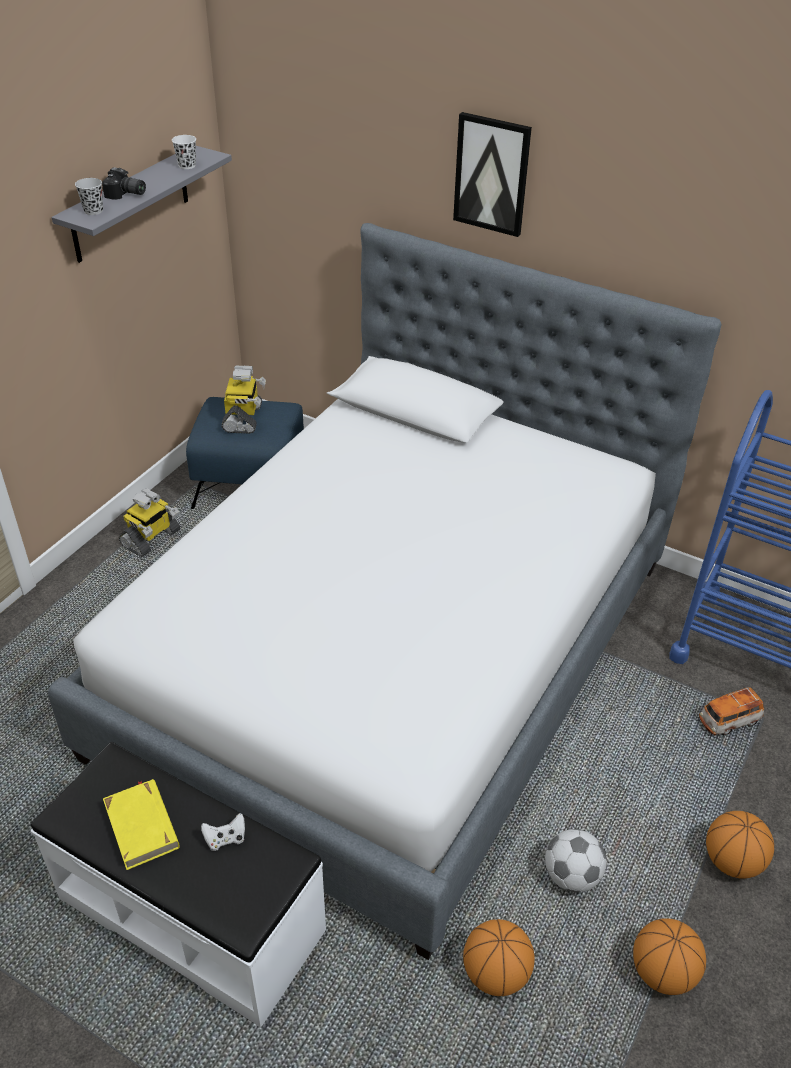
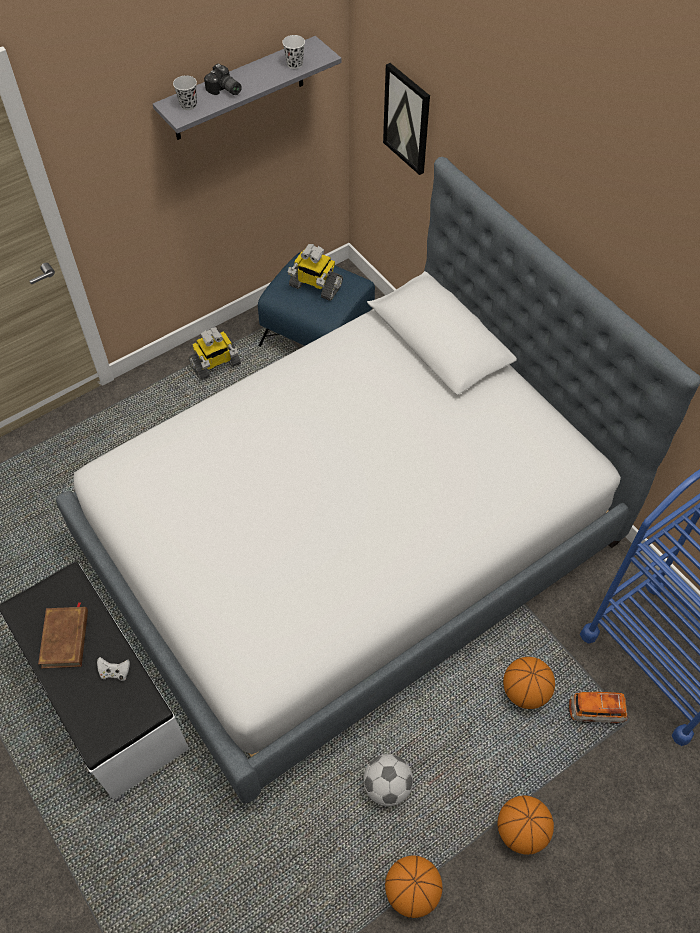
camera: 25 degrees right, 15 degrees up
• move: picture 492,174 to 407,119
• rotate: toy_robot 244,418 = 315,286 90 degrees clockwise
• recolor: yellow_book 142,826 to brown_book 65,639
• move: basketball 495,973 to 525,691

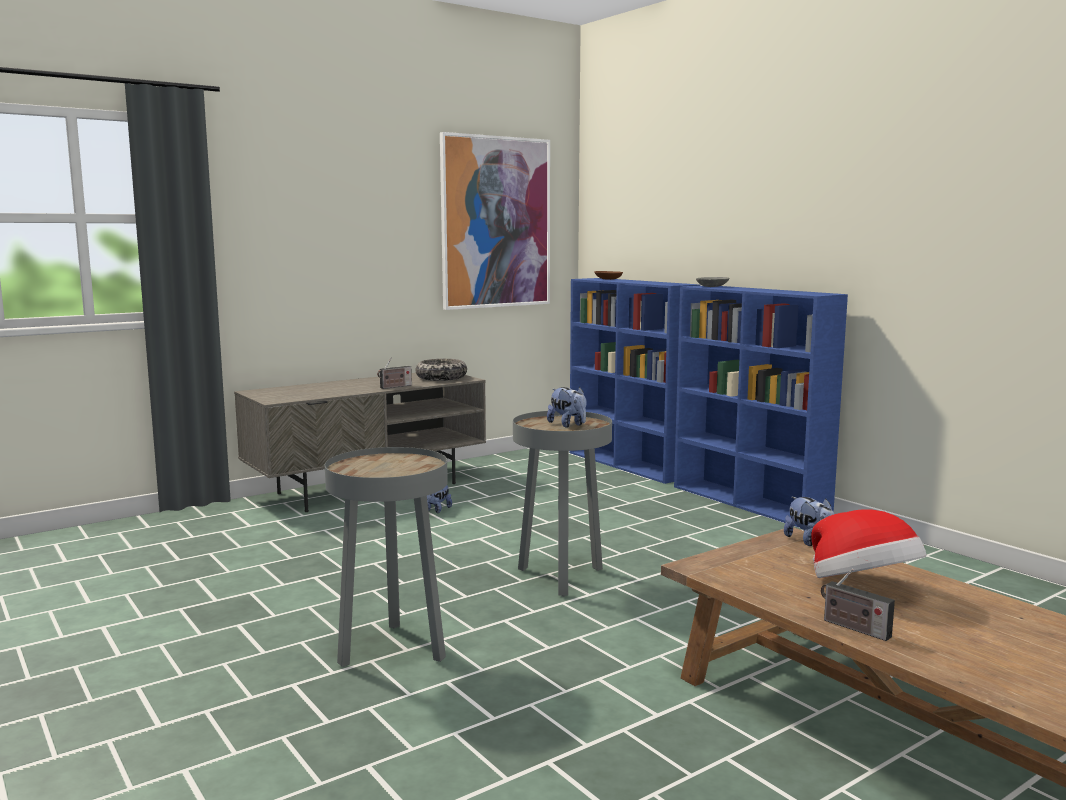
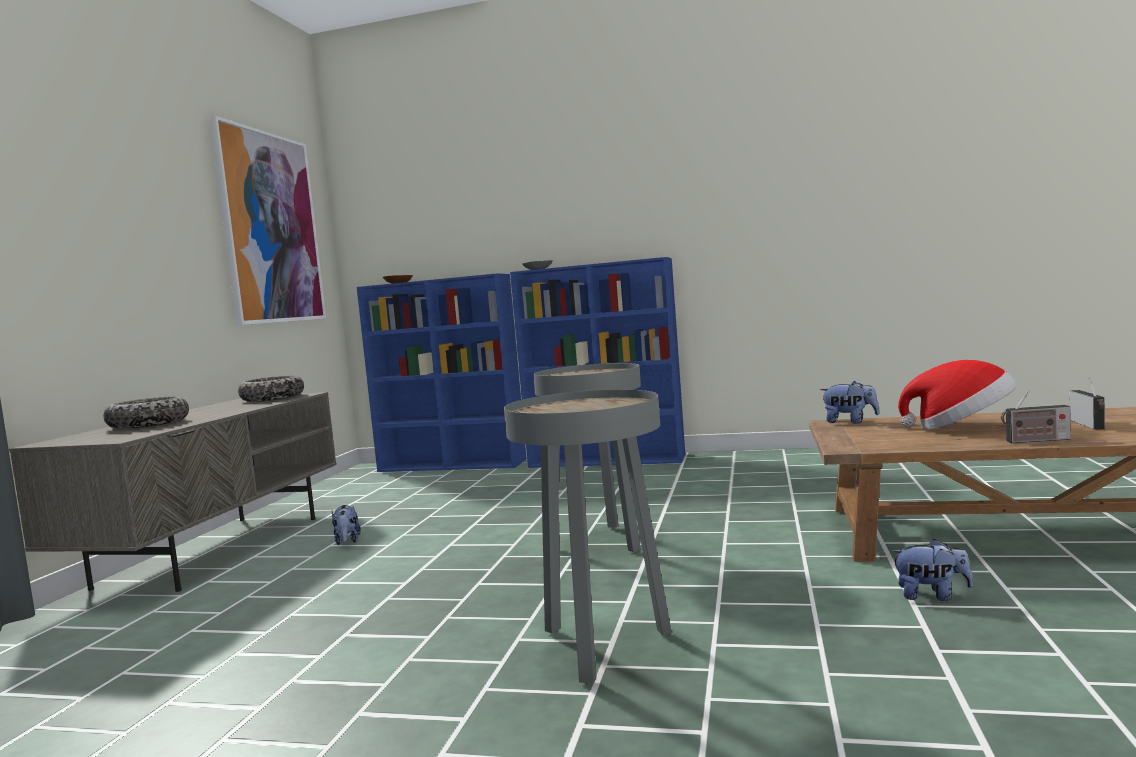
camera: 40 degrees left, 5 degrees down
• move: radio 394,387 to 1089,425
• move: plush_toy 568,425 to 932,595
• insert: bowl 148,424

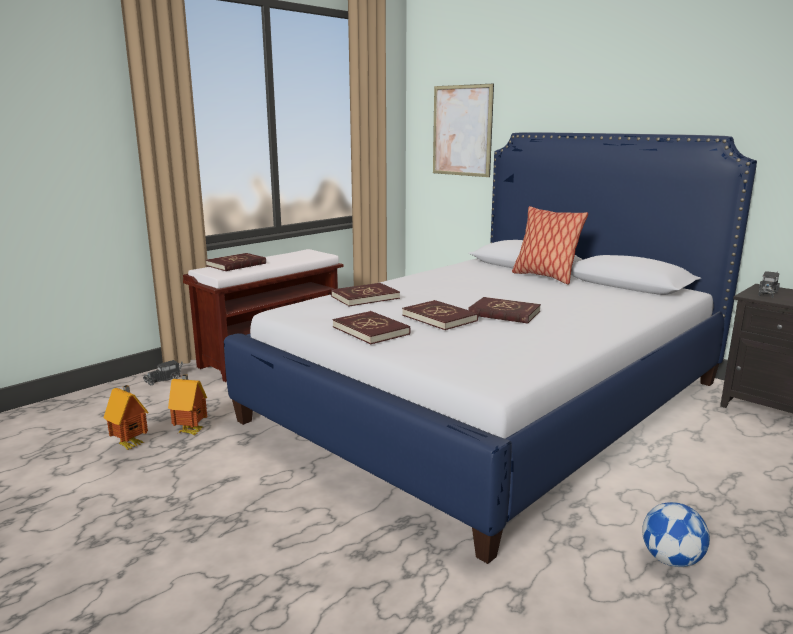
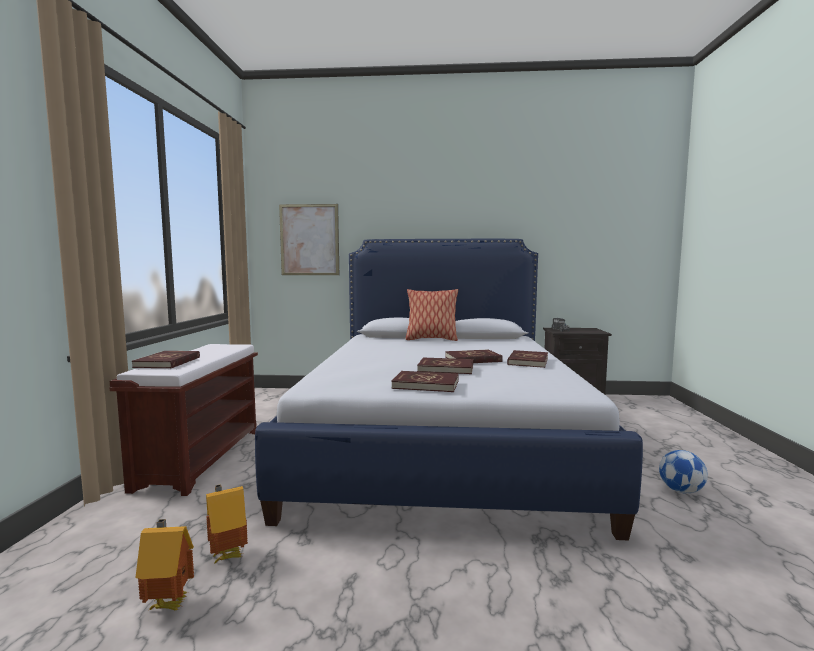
camera: 40 degrees left, 10 degrees down
• move: red_book 365,297 to 527,361
• delete: toy_truck 164,379

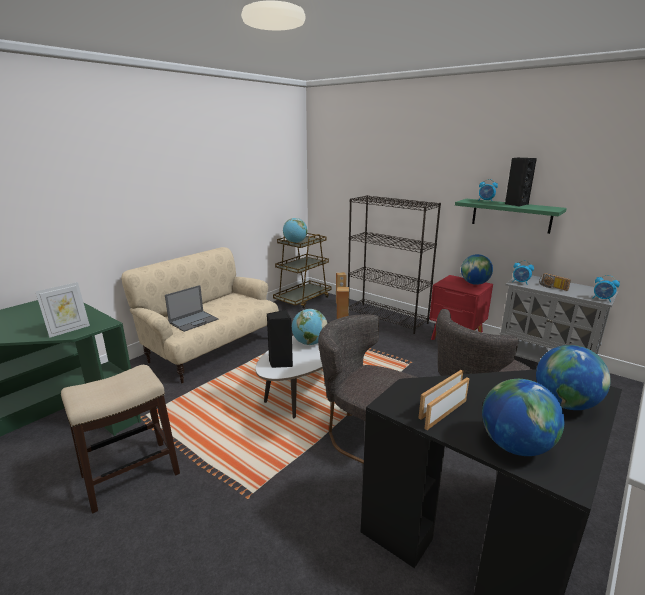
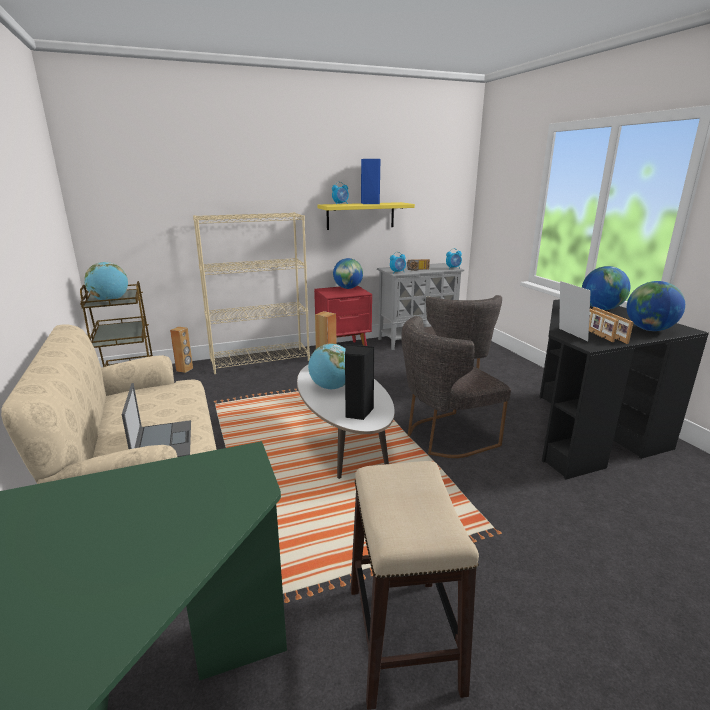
camera: 60 degrees left, 0 degrees up
• recolor: black_speaker 516,204 to blue_speaker 370,203
• recolor: black_bookcase 387,318 to beige_bookcase 260,360
• recolor: green_shelf 511,215 to yellow_shelf 360,216
• move: picture_frame 68,330 to 569,335

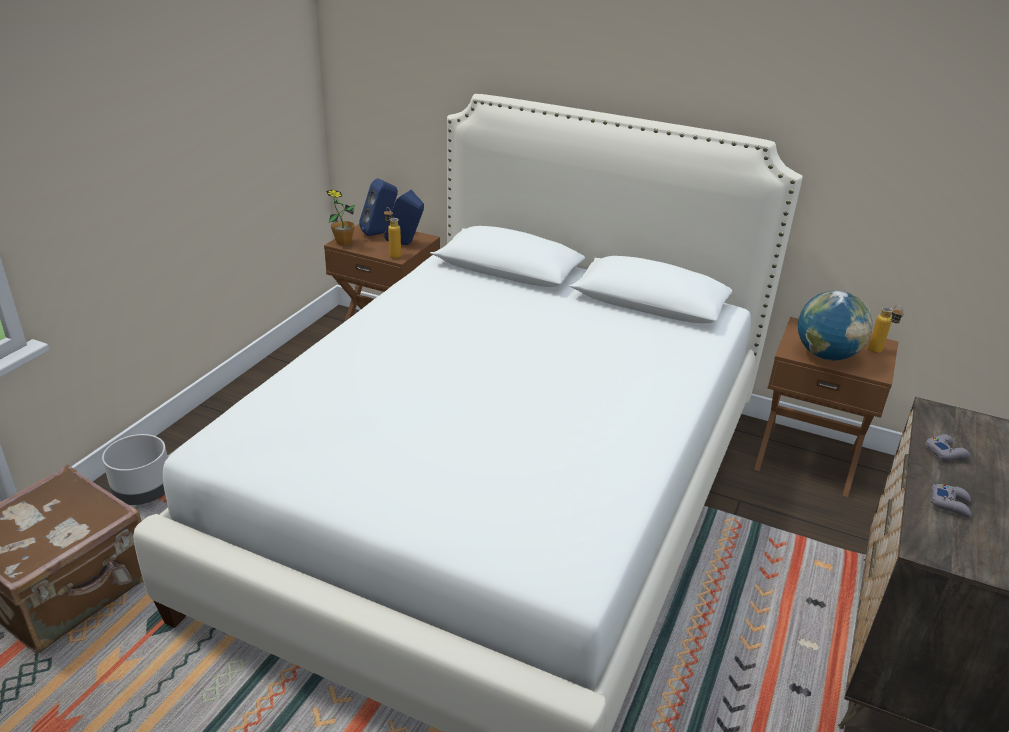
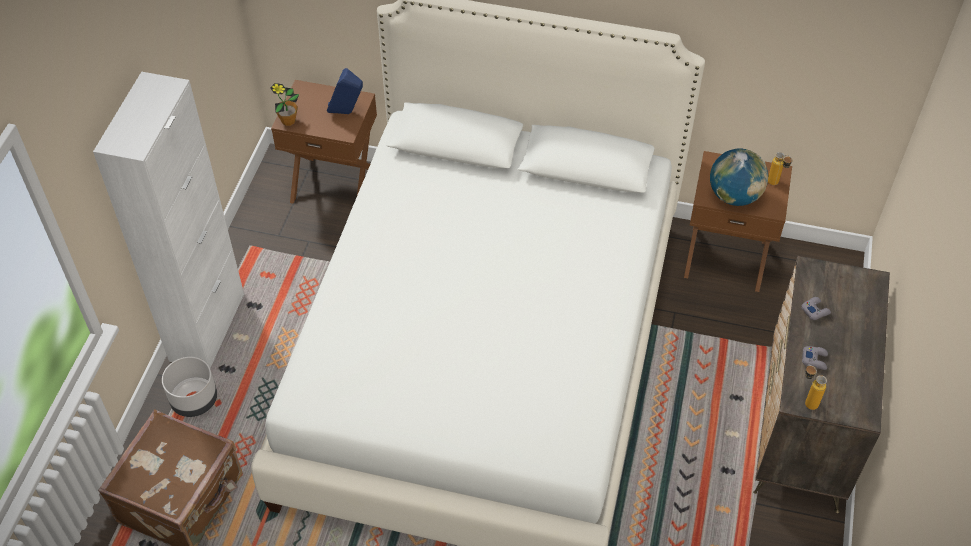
camera: 10 degrees left, 20 degrees up
• delete: blue_speaker 380,233
• move: bottle 392,254 to 806,401
• insert: white_cabinet 207,327

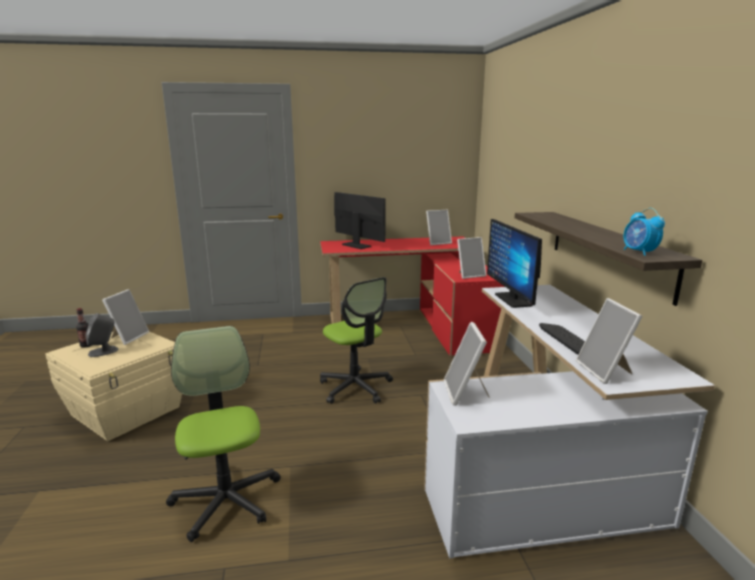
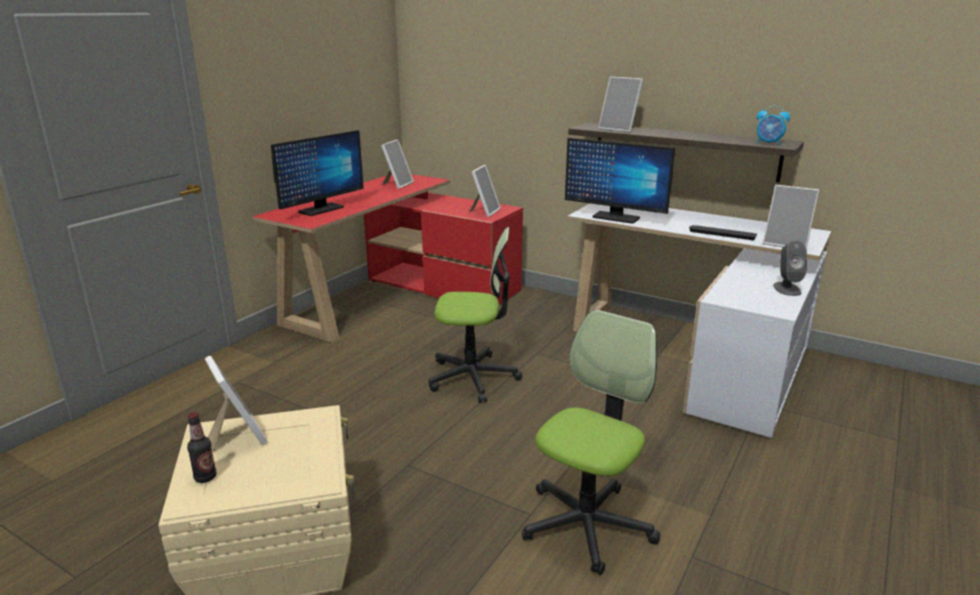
camera: 50 degrees left, 5 degrees up
• rotate: monitor 356,245 = 321,209 135 degrees clockwise
• move: grey_speaker 103,351 to 787,289
• move: picture_frame 465,393 to 619,129
• rotate: office_chair 226,500 = 587,524 105 degrees clockwise

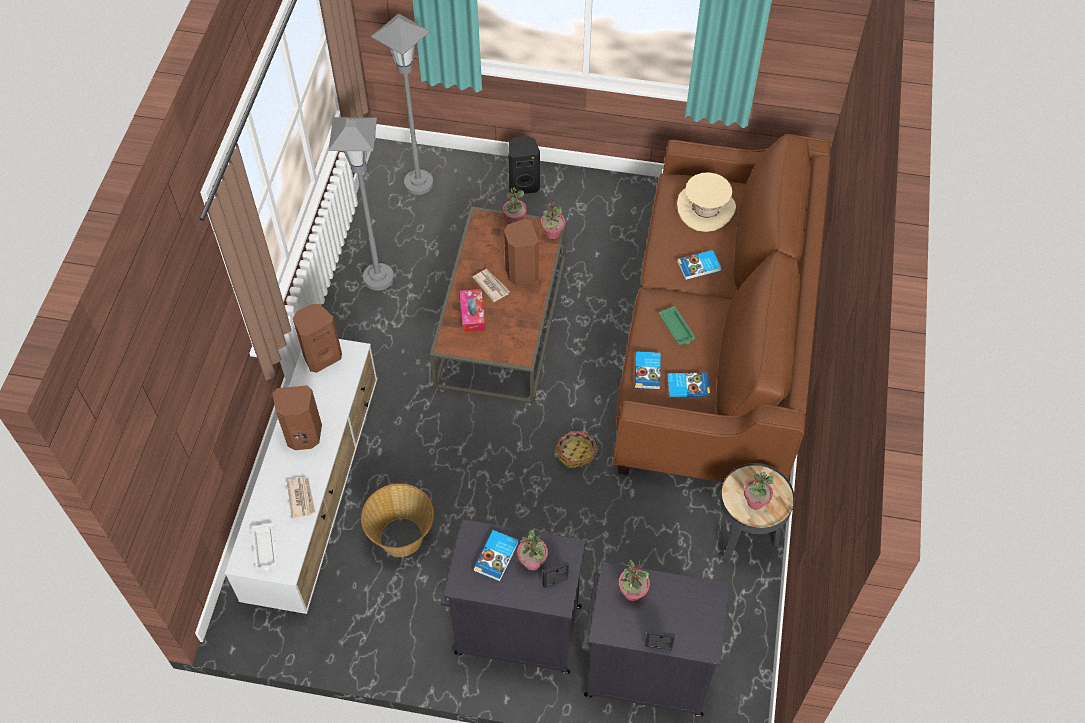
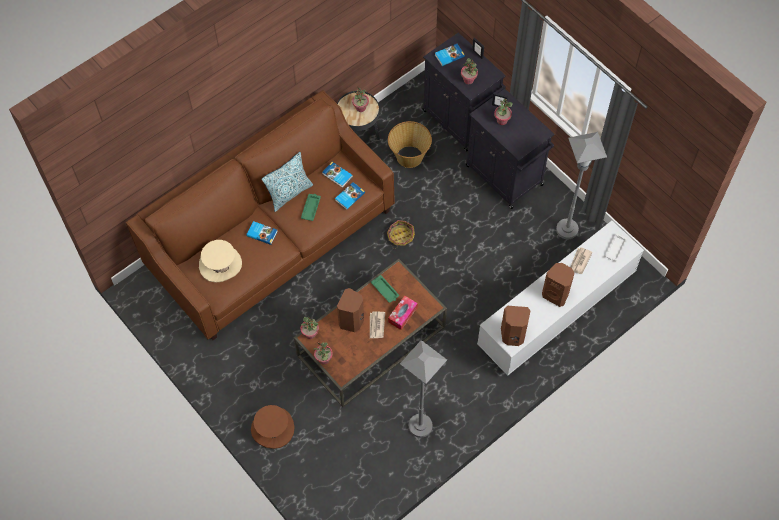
camera: 140 degrees left, 5 degrees up
• move: grey_floor_lamp 418,183 to 567,229
• replace: black_speaker 523,184 to brown_hat 272,428
• move: basket 402,537 to 409,156
• move: book 497,556 to 449,55
• insert: pillow 289,193
• insert: green_tray 385,290

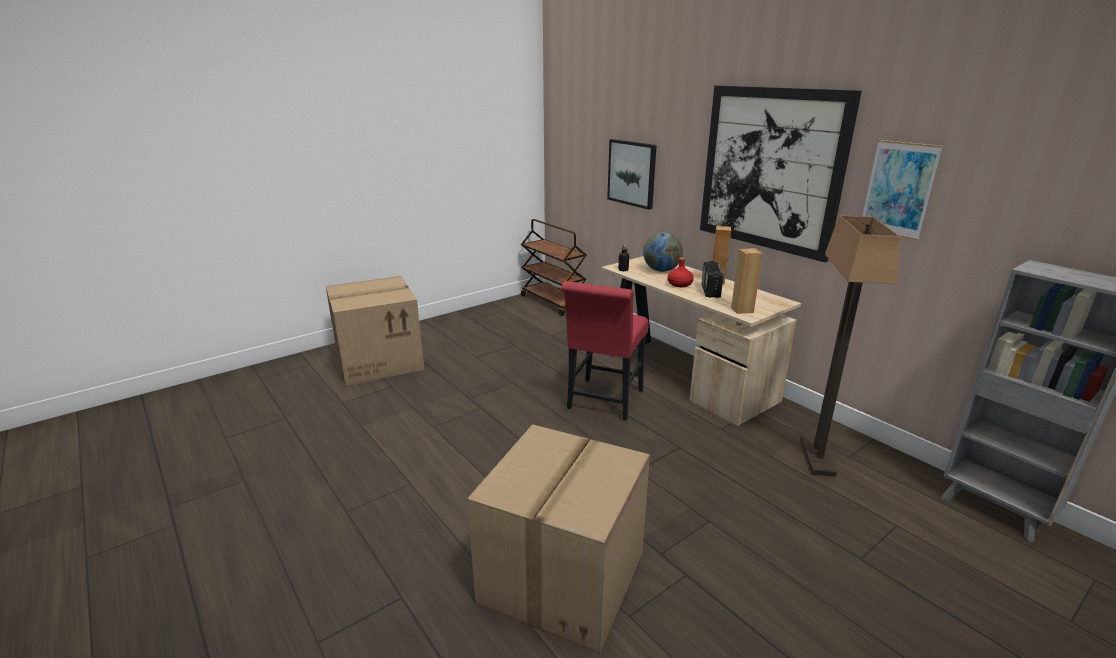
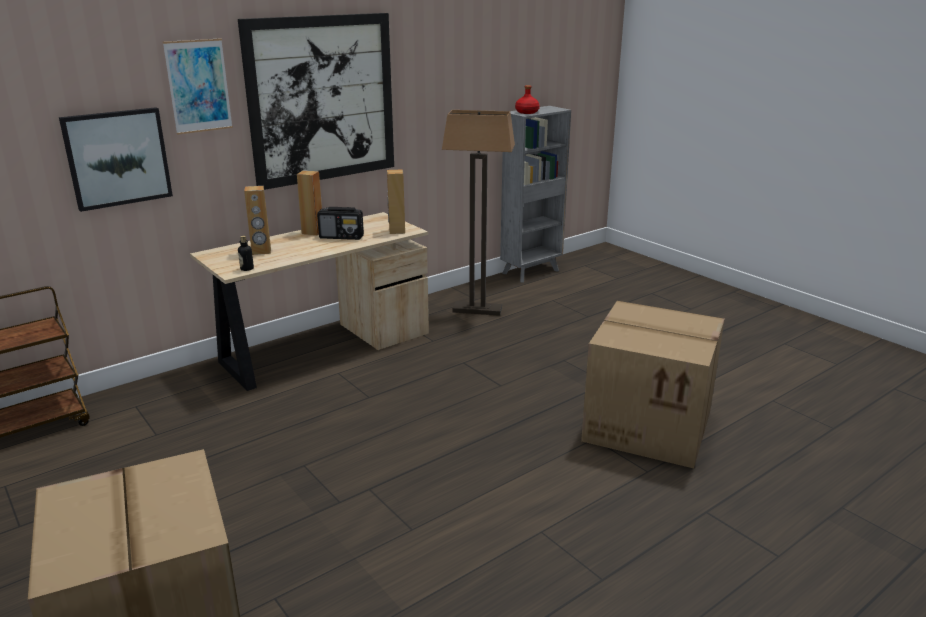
camera: 90 degrees left, 0 degrees up
• move: picture 898,189 to 198,86
• replace: globe 661,270 to brown_speaker 261,251
• move: red_bottle 680,284 to 527,112
• delete: red_chair 603,402

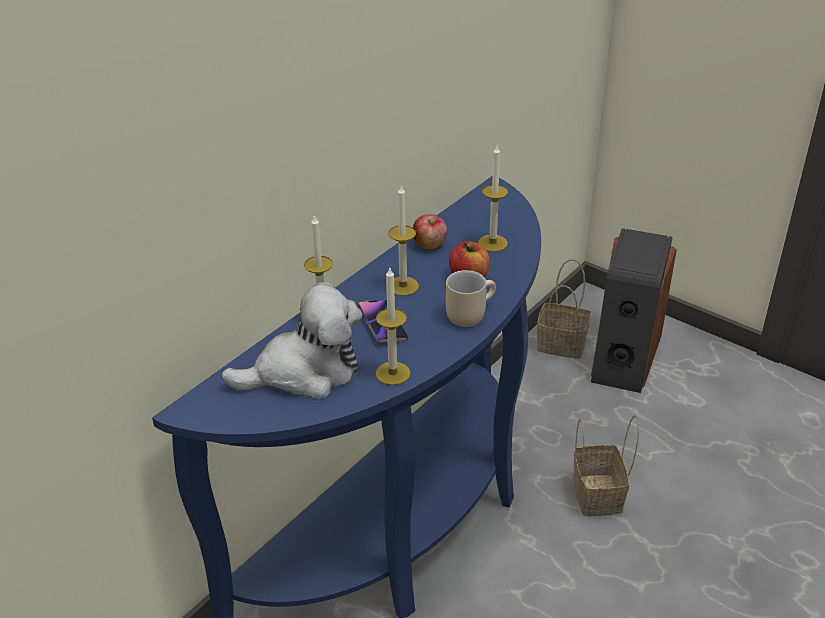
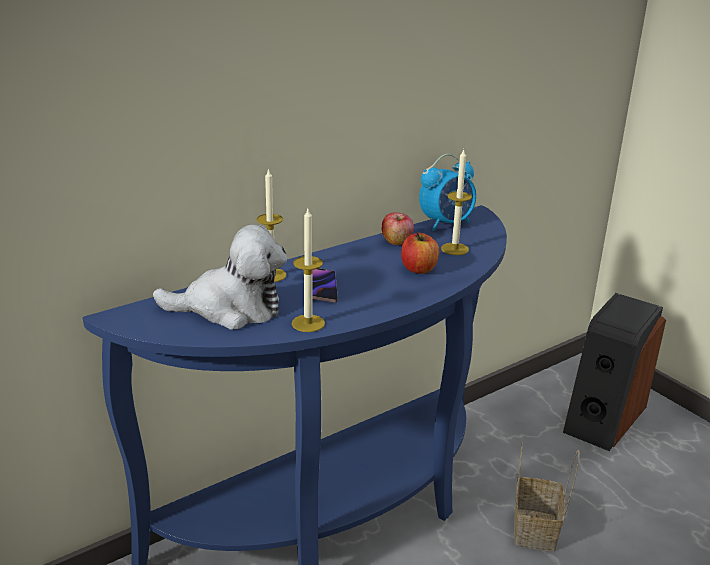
camera: 15 degrees right, 10 degrees down
• delete: candle 403,286
• delete: basket 563,344
• delete: beige_mug 468,313
• insert: alarm_clock 446,223

